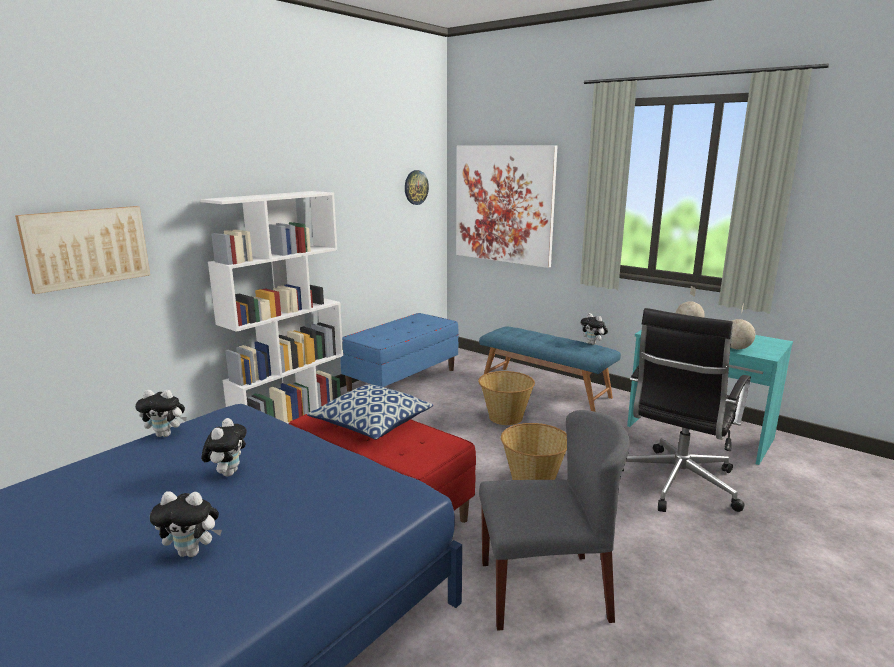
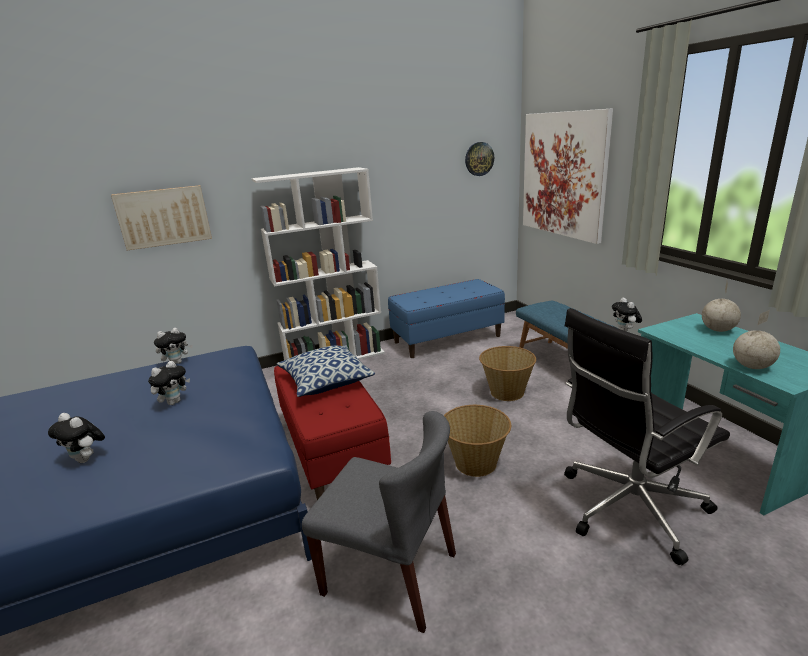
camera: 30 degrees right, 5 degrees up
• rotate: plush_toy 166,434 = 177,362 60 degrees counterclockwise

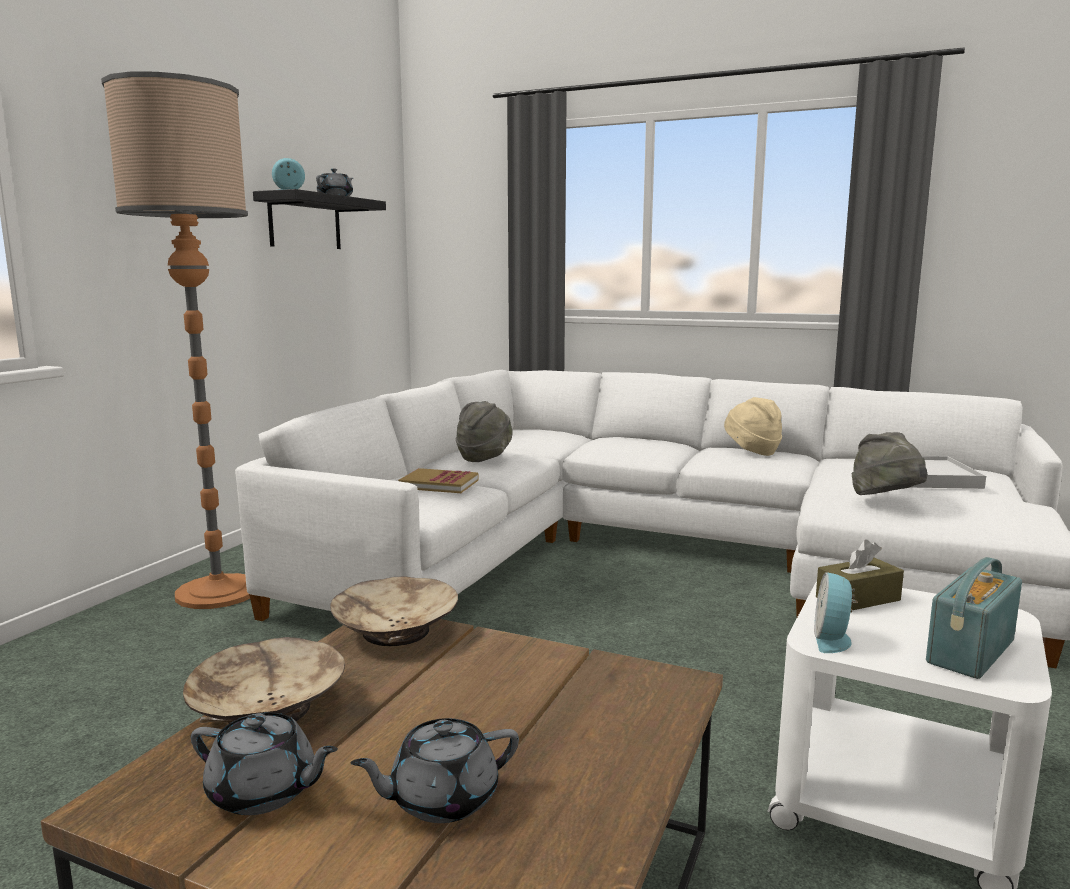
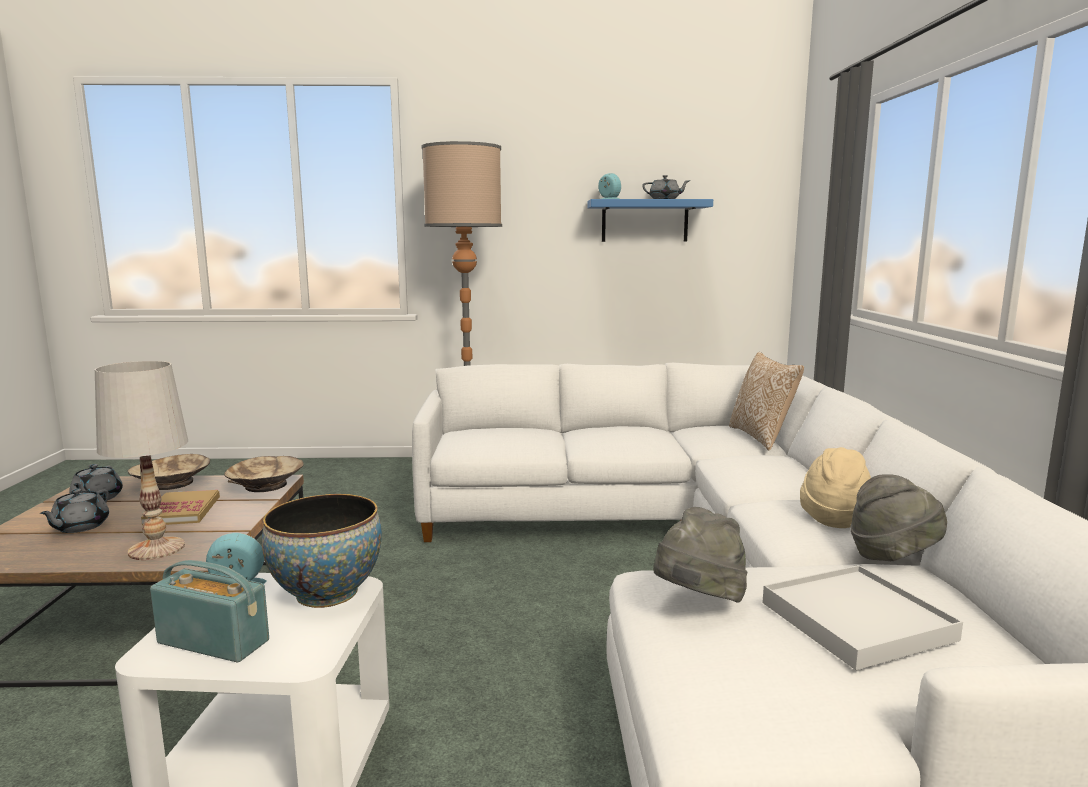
camera: 65 degrees right, 0 degrees up
• recolor: black_shelf 305,222 to blue_shelf 644,221
• move: grey_hat 484,457 to 892,556
• move: book 439,484 to 183,511
• replace: brown_tissue_box 857,599 to bowl 327,593
• rotate: grey_teapot 441,799 = 80,527 120 degrees counterclockwise
• insert: pillow 762,437
• insert: white_table_lamp 156,549

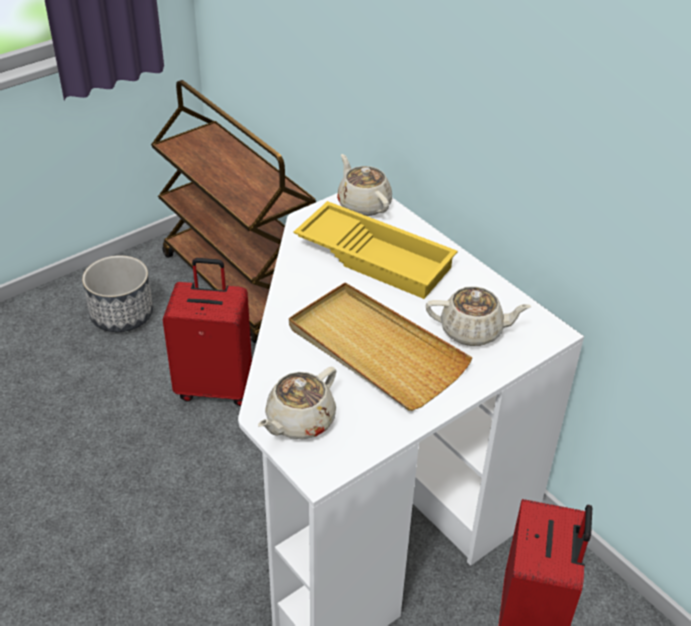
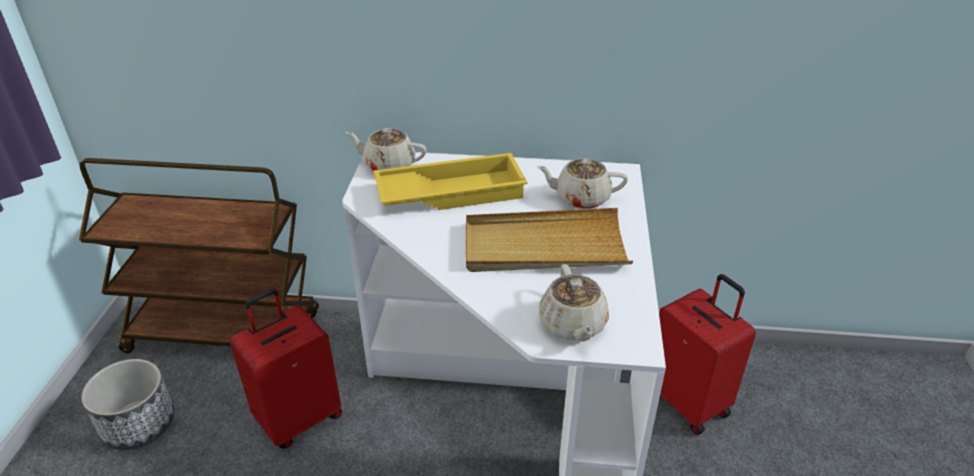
camera: 45 degrees left, 5 degrees down
• rotate: beige_teapot 473,331 = 581,198 135 degrees counterclockwise

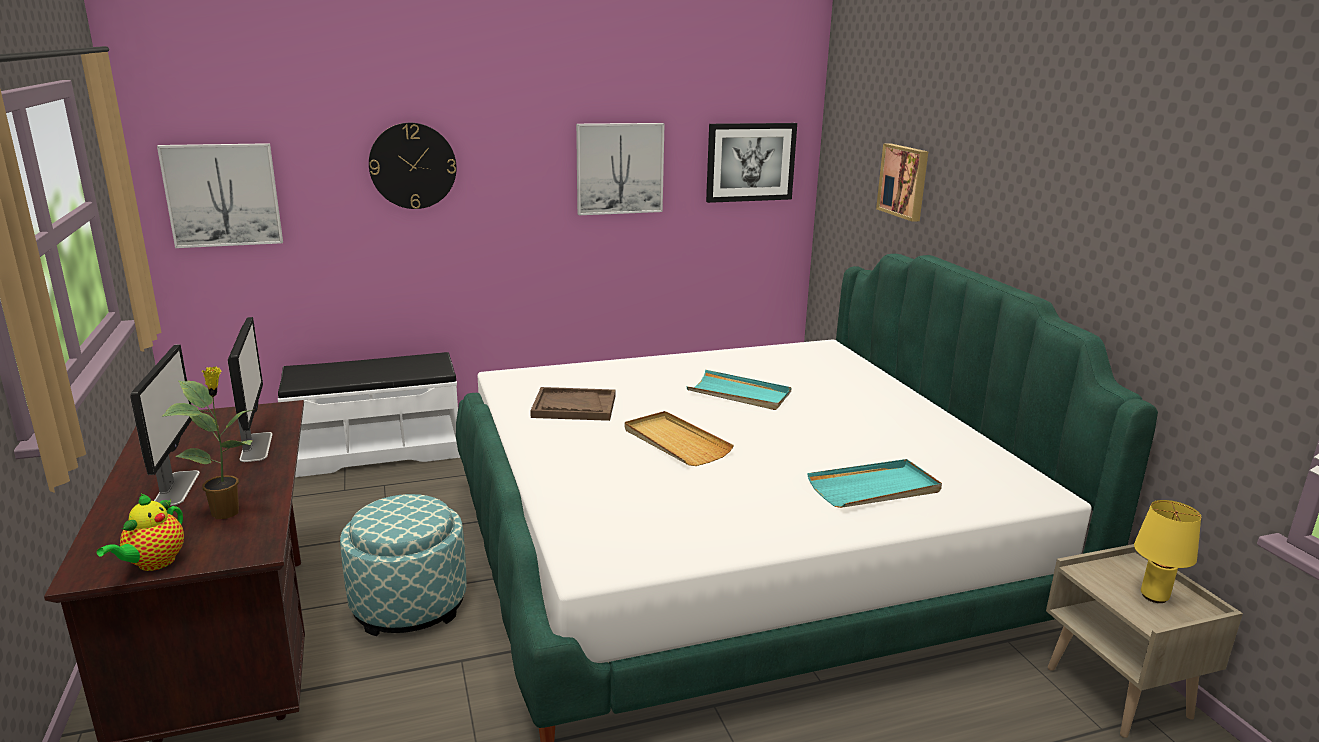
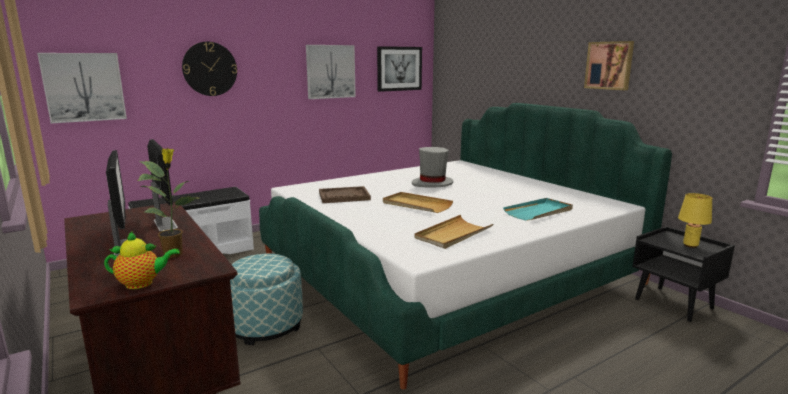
camera: 15 degrees left, 5 degrees down
• move: picture 904,181 to 609,65
• replace: turquoise_tray 739,394 to grey_hat 432,183
• rotate: teapot 153,564 = 142,283 105 degrees counterclockwise
• recolor: beige_nightstand 1120,693 to black_nightstand 674,304
• insert: beige_tray 453,234

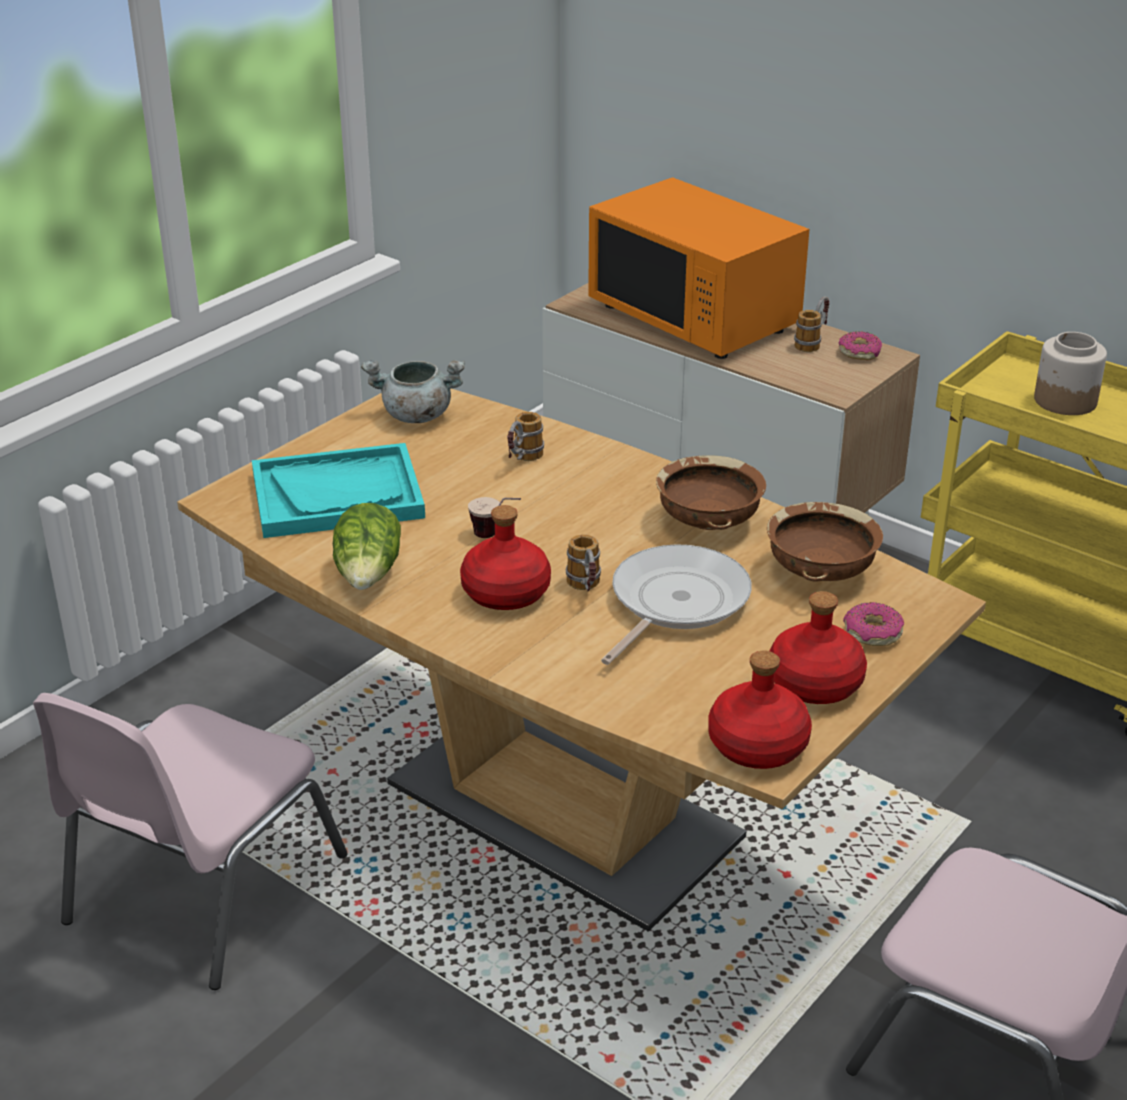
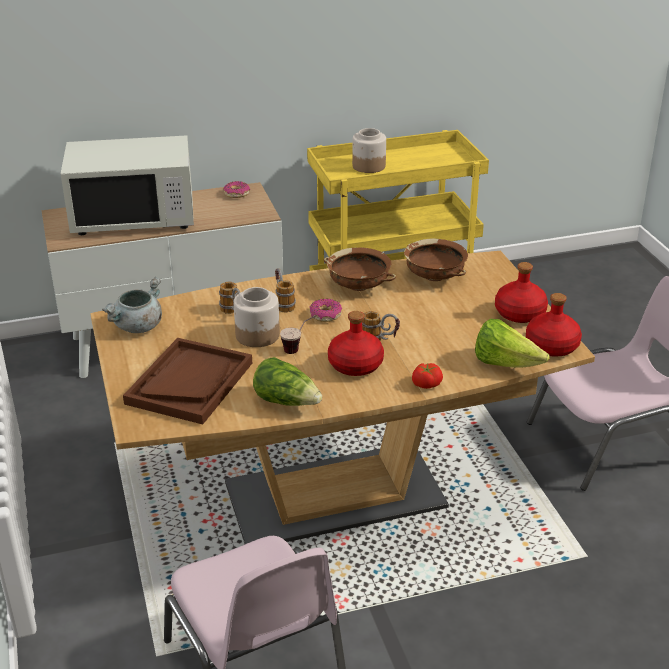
camera: 55 degrees left, 0 degrees up
• recolor: orange_microwave 694,317 to white_microwave 134,217
• move: mug 812,342 to 283,303
• recolor: turquoise_tray 338,495 to brown_tray 189,383
• delete: frying_pan 675,602
• move: donut 872,633 to 325,315
• insert: jar 258,335
• insert: lettuce 505,363
• insert: tomato 426,383

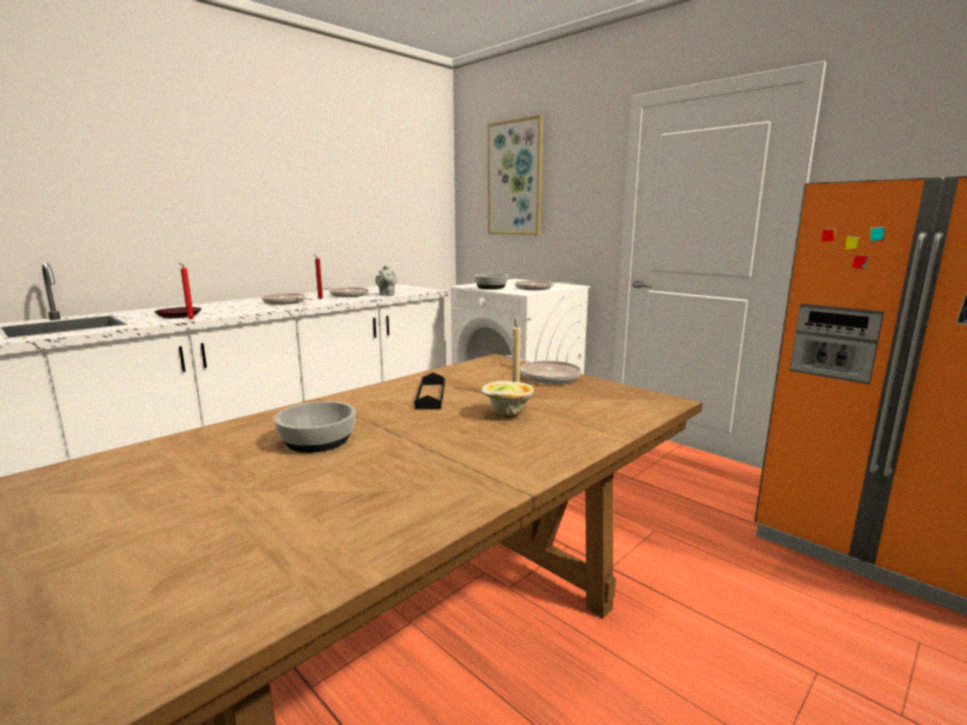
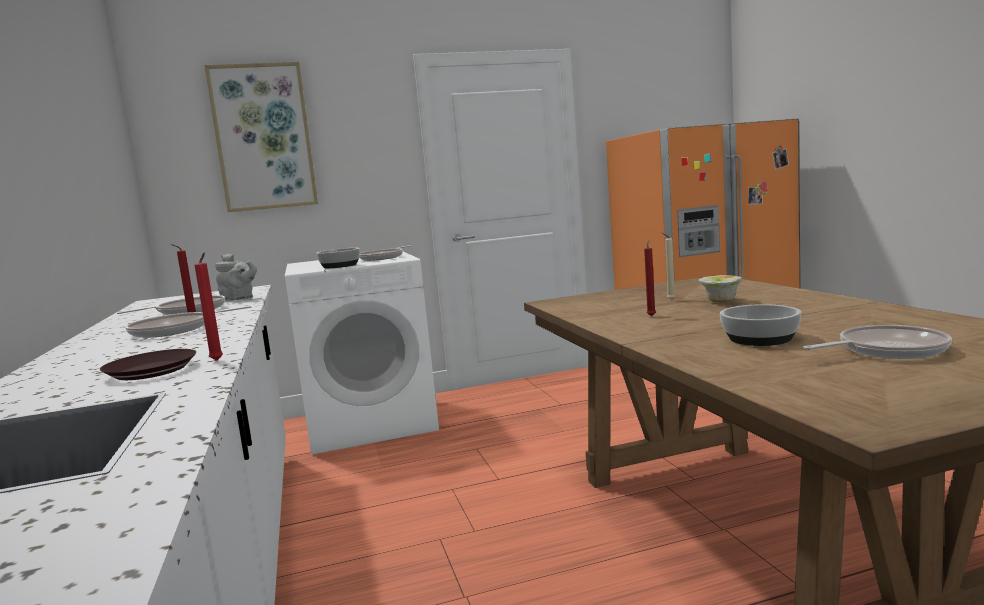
camera: 60 degrees left, 5 degrees down
• move: frying_pan 547,376 to 886,350
• replace: black_tray 430,396 to red_candle 651,316

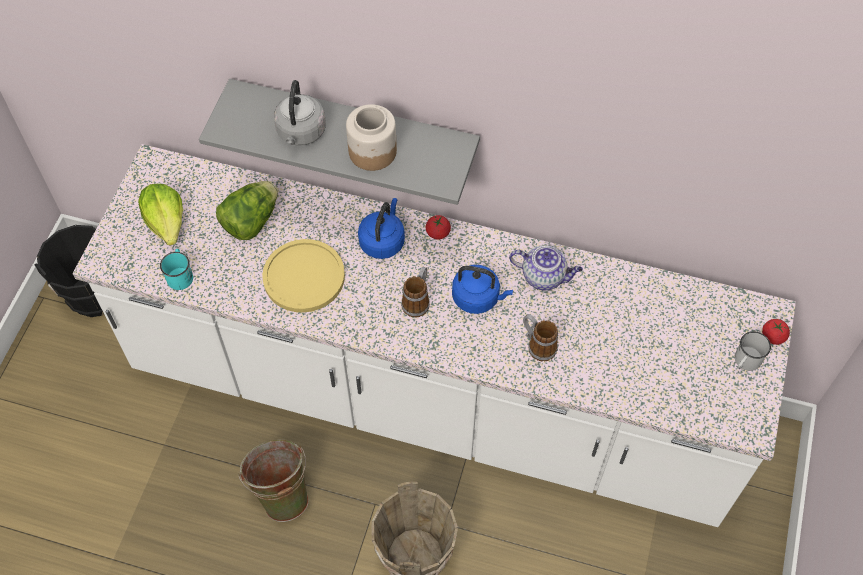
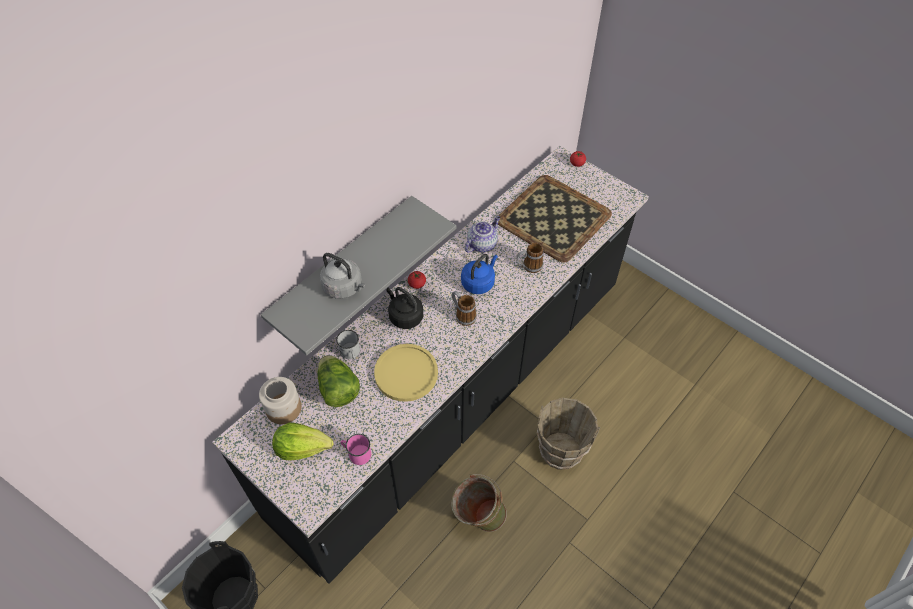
camera: 65 degrees left, 5 degrees down
• move: jar 372,151 to 283,409
• recolor: white_counter 431,400 to black_counter 456,397
• recolor: blue_kettle 383,241 to black_kettle 404,316
• recolor: turquoise_mug 180,275 to pink_mug 356,453
• move: white_mug 745,362 to 351,353
• insert: tray 552,218

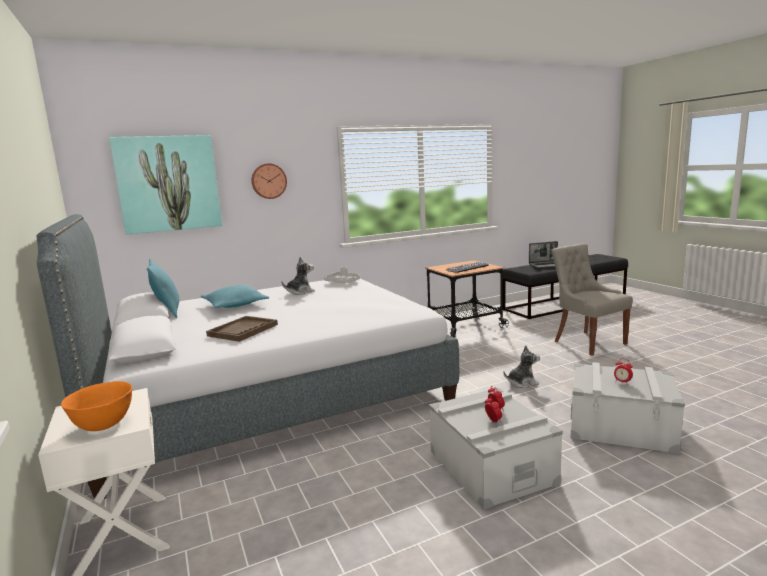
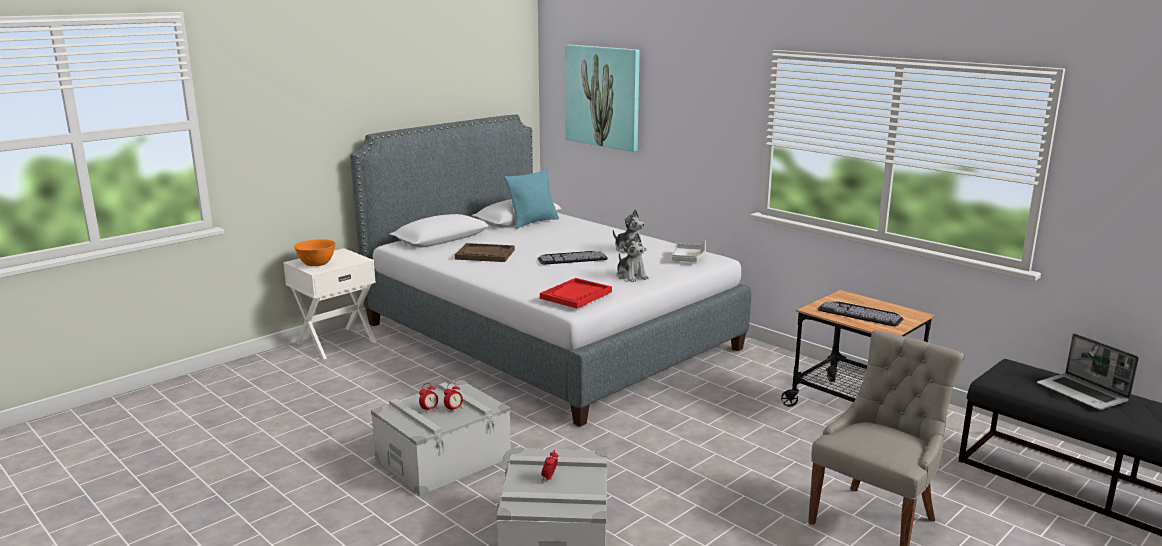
camera: 70 degrees right, 5 degrees up
• delete: wall_clock 268,181
• delete: turquoise_pillow 235,305
• move: plush_toy 522,383 to 631,276
• insert: keyboard 572,257
• insert: red_tray 576,295

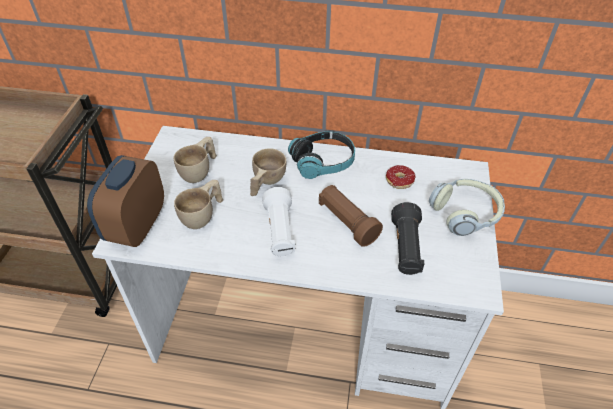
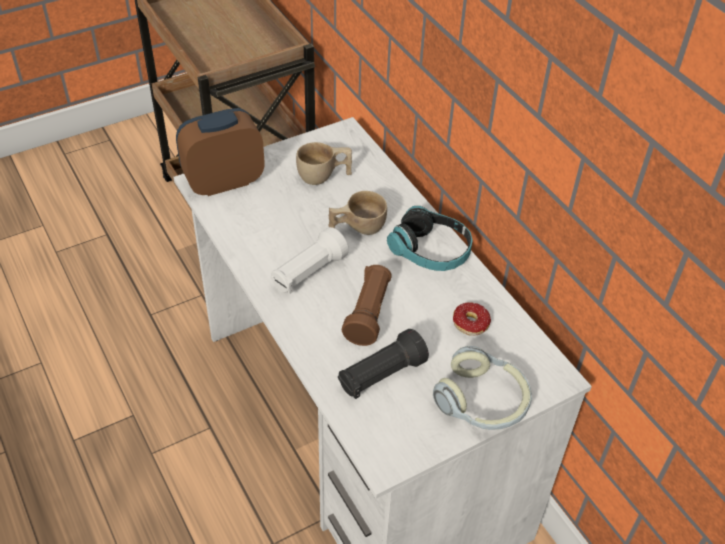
camera: 50 degrees right, 0 degrees up
• delete: beige_cup 203,215

